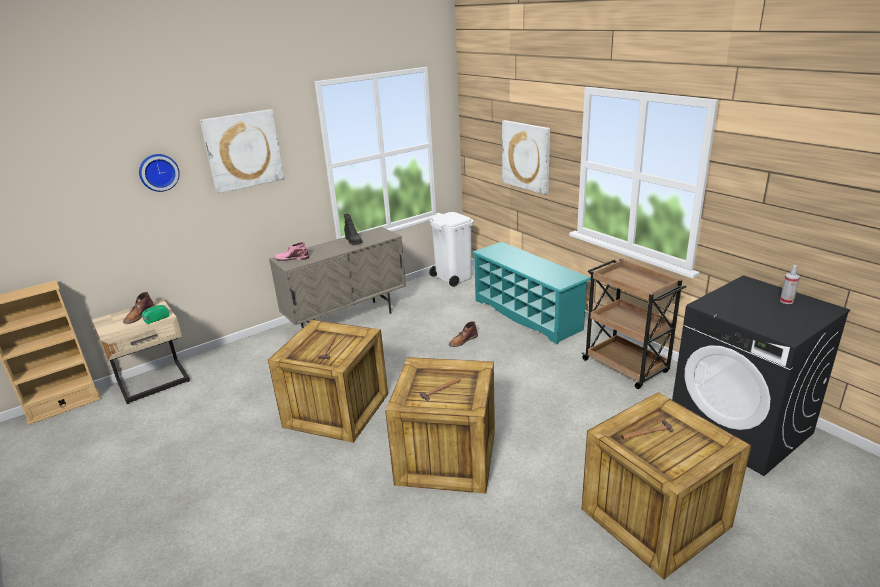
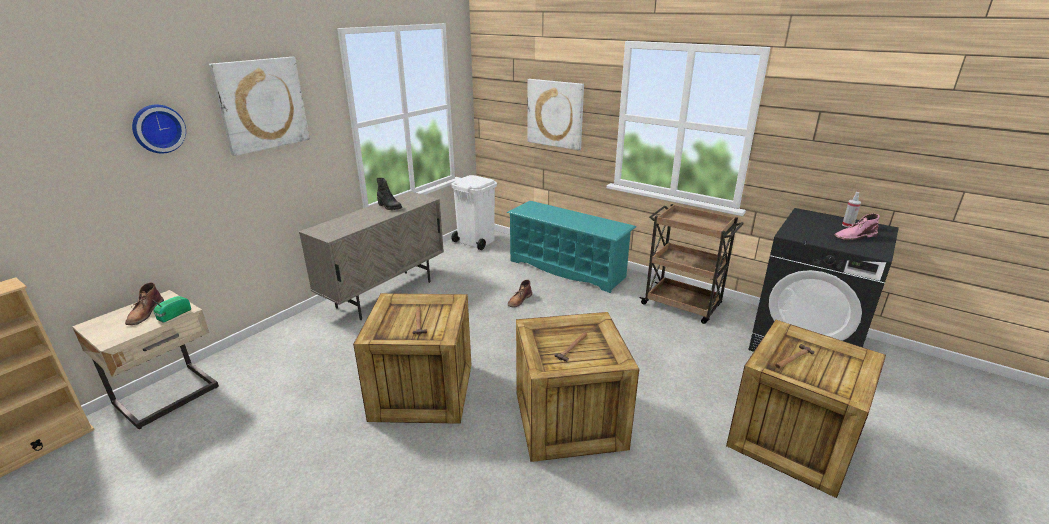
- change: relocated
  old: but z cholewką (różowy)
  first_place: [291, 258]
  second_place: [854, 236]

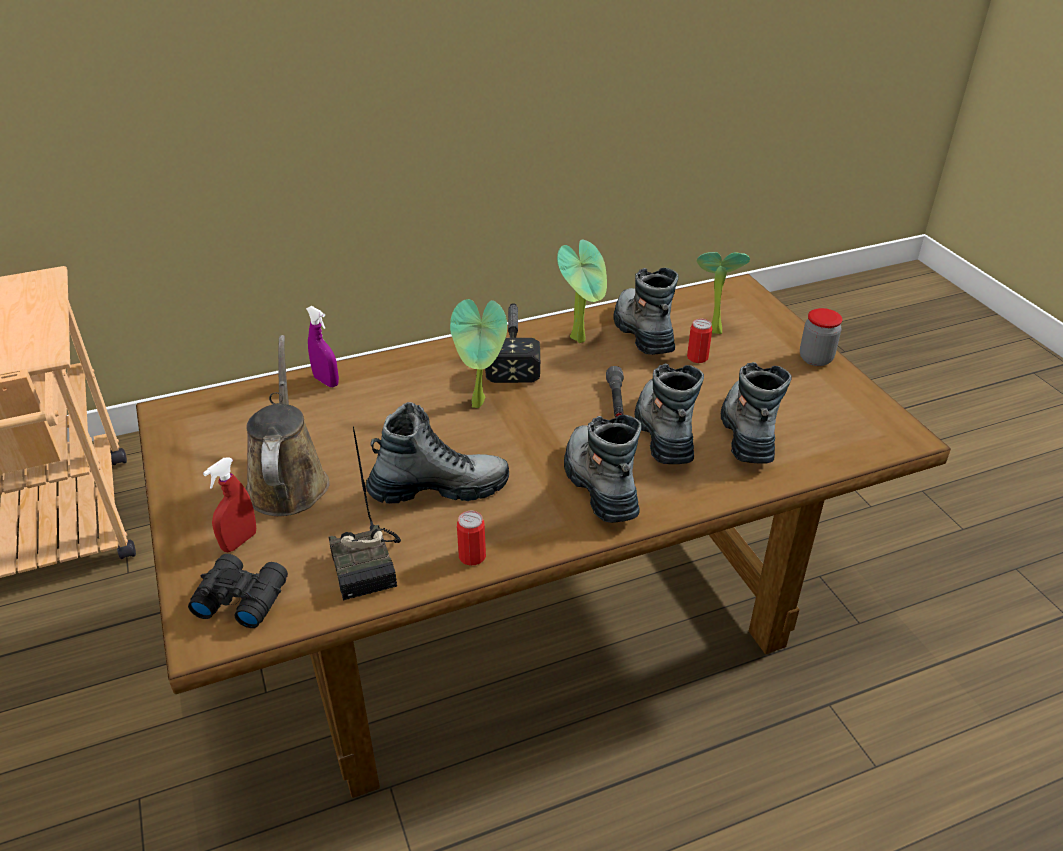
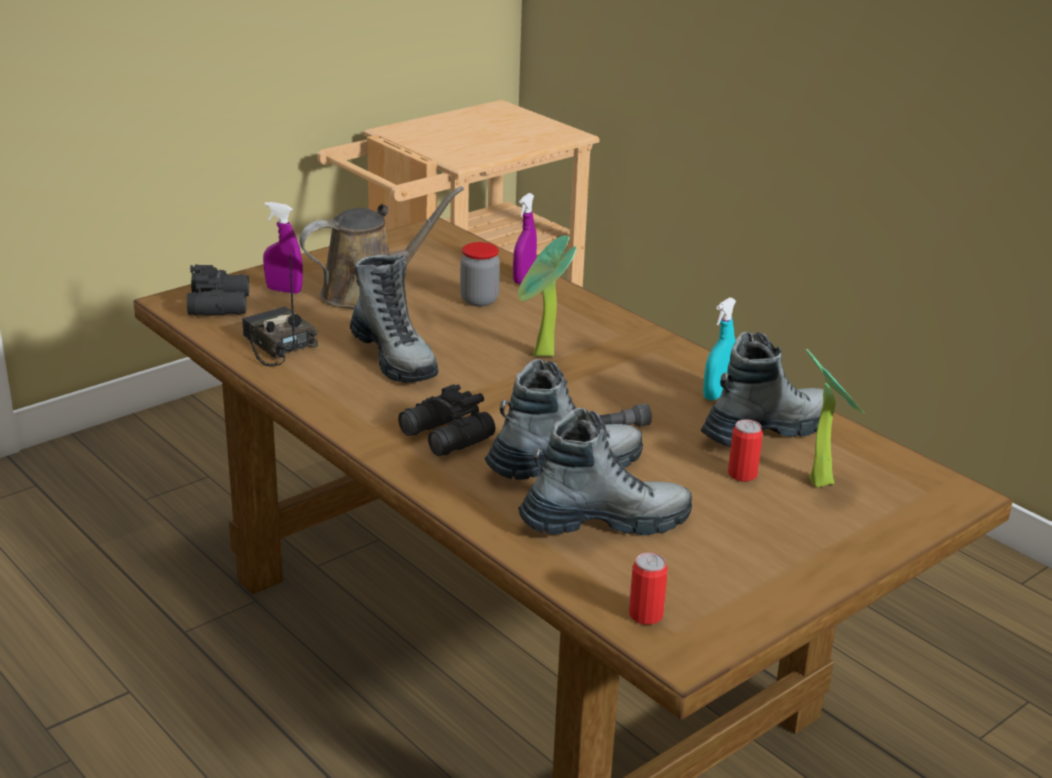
- change: missing
  old: młotek
  first_place: [513, 348]
- change: relocated
  old: puszka
  first_place: [472, 556]
  second_place: [645, 615]
- change: relocated
  old: słoik
  first_place: [815, 359]
  second_place: [479, 300]
- change: exchanged
  old: roślina doniczkowa
  new: spryskiwacz (turkusowy)
  first_place: [582, 338]
  second_place: [716, 394]
- change: exchanged
  old: but z cholewką
  new: lornetka (czarny)
  first_place: [599, 485]
  second_place: [445, 437]
- change: colour
  old: spryskiwacz (czerwony)
  new: spryskiwacz (fioletowy)
  first_place: [239, 541]
  second_place: [284, 290]
- change: spun
  old: radio
  first_place: [369, 565]
  second_place: [276, 345]
  degrees: 90

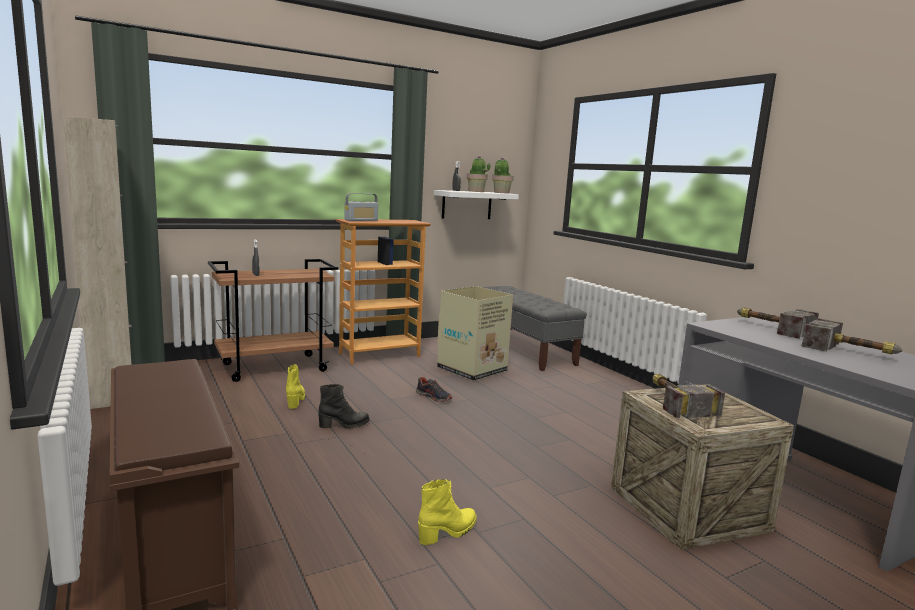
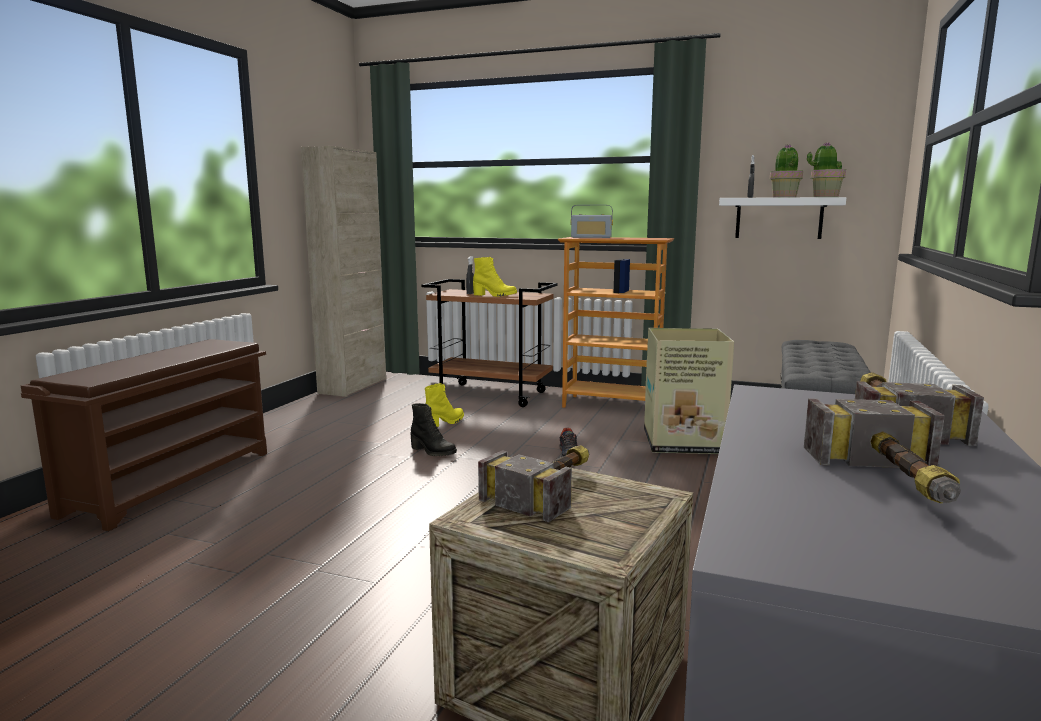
- change: relocated
  old: but z cholewką (żółty)
  first_place: [448, 532]
  second_place: [494, 295]

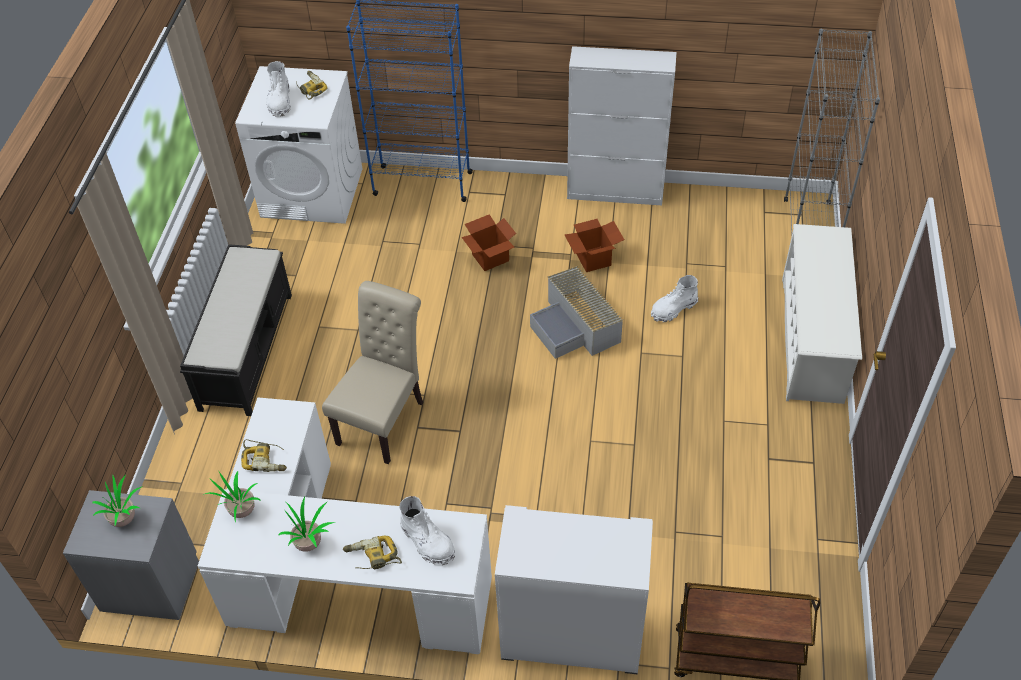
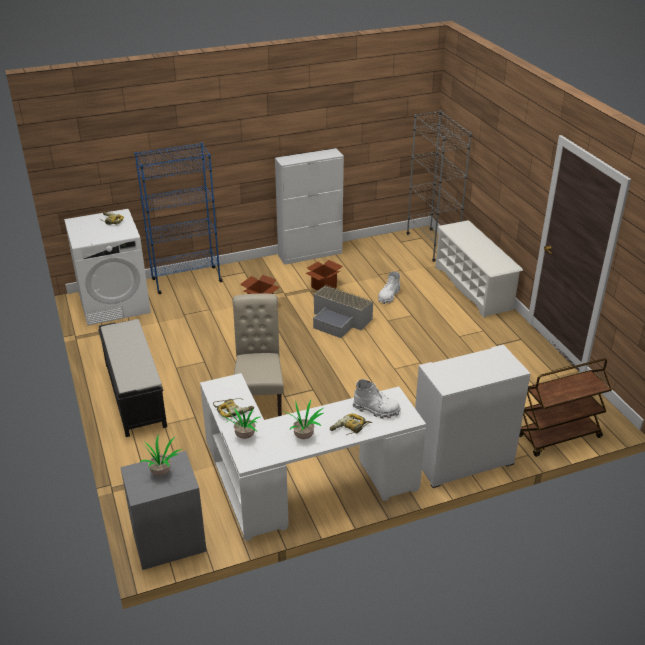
- change: missing
  old: but z cholewką (biały)
  first_place: [280, 102]

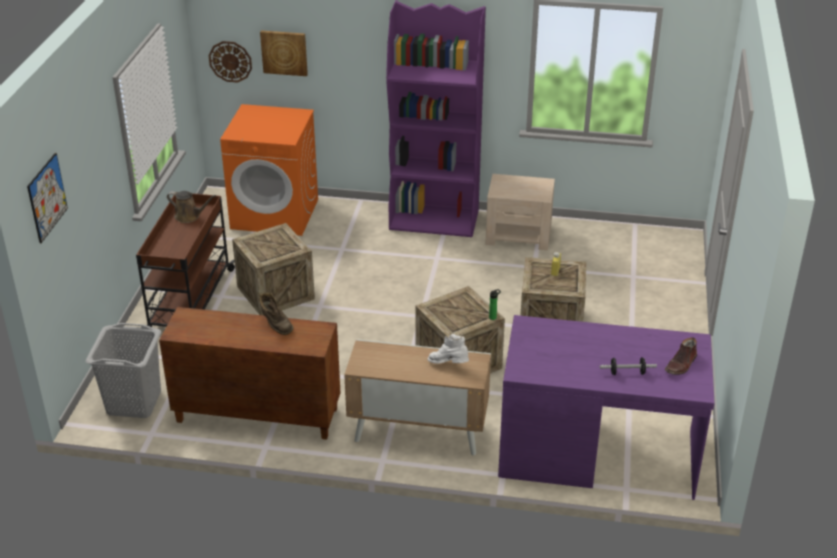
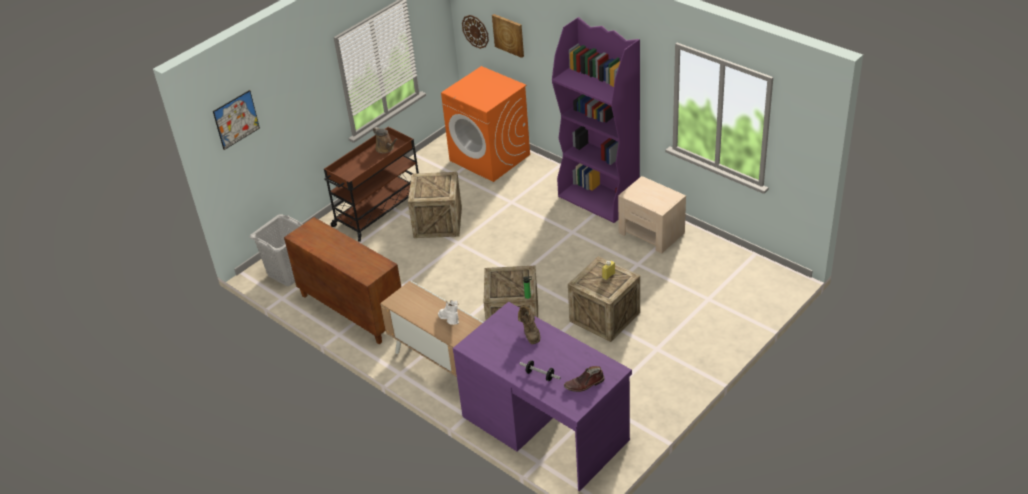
- change: relocated
  old: but z cholewką (brązowy)
  first_place: [275, 325]
  second_place: [530, 333]

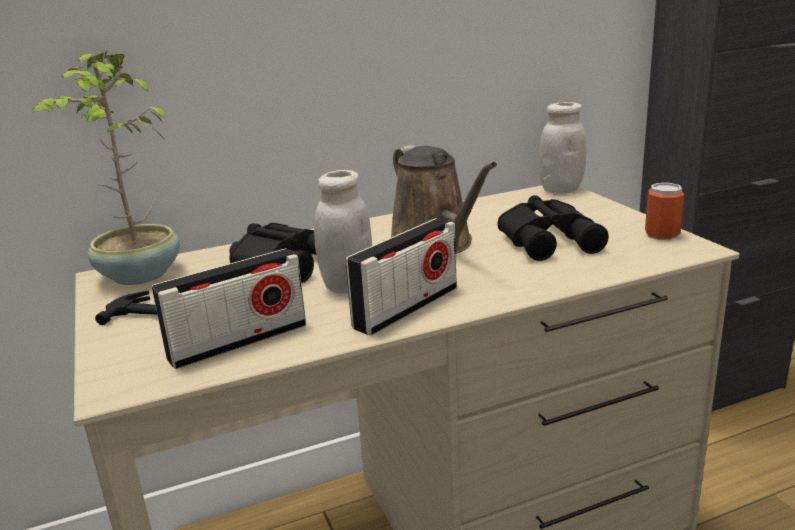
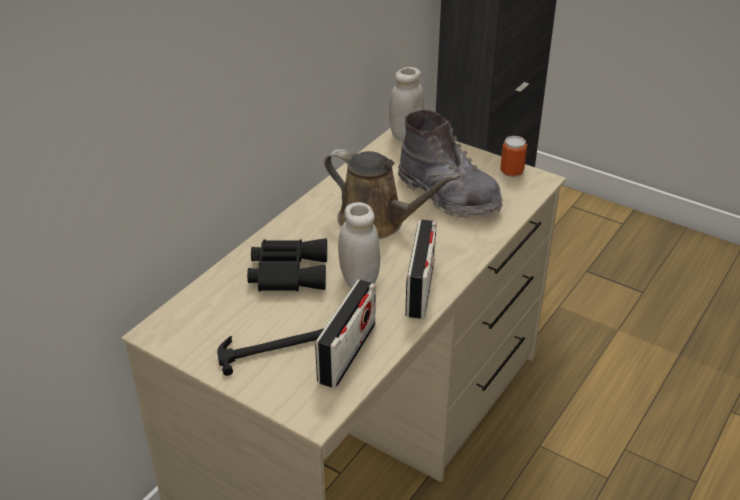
- change: missing
  old: roślina doniczkowa
  first_place: [139, 276]
- change: exchanged
  old: lornetka (czarny)
  new: but z cholewką (szary)
  first_place: [550, 239]
  second_place: [448, 195]

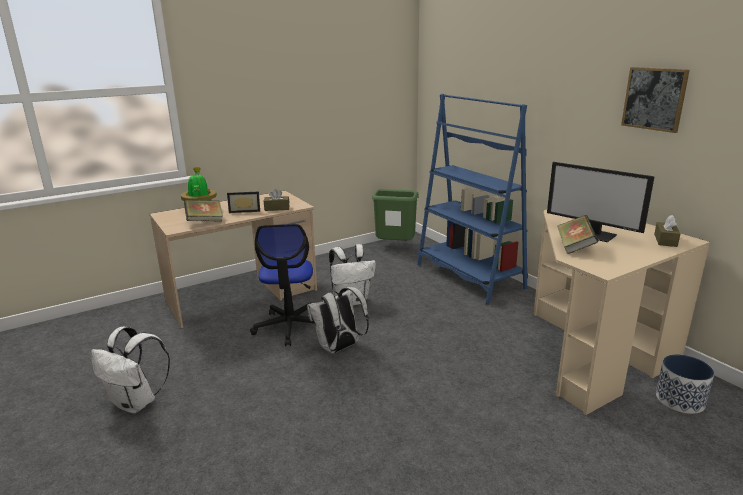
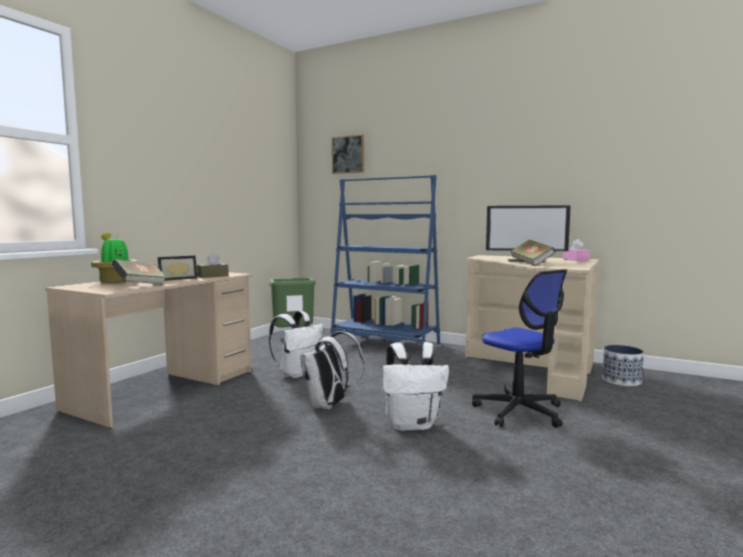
- change: relocated
  old: plecak (biały)
  first_place: [137, 403]
  second_place: [412, 424]
- change: relocated
  old: krzesło biurowe
  first_place: [290, 327]
  second_place: [519, 411]
- change: relocated
  old: obraz
  first_place: [654, 99]
  second_place: [348, 154]
- change: colour
  old: pudełko chusteczek (brązowy)
  new: pudełko chusteczek (różowy)
  first_place: [665, 240]
  second_place: [575, 260]

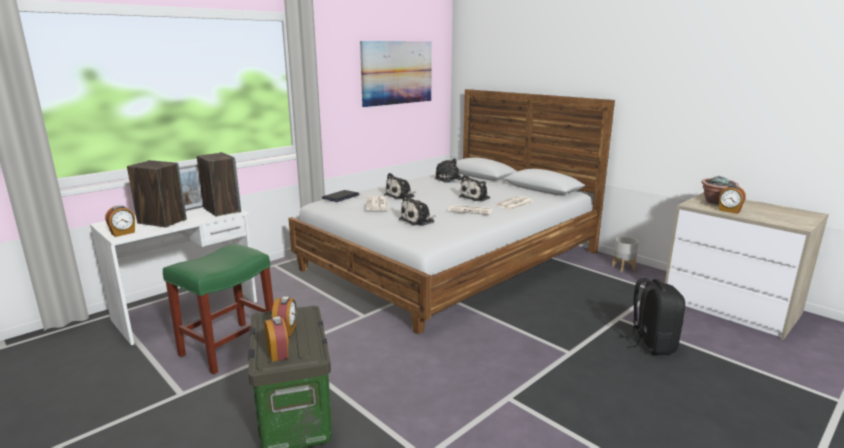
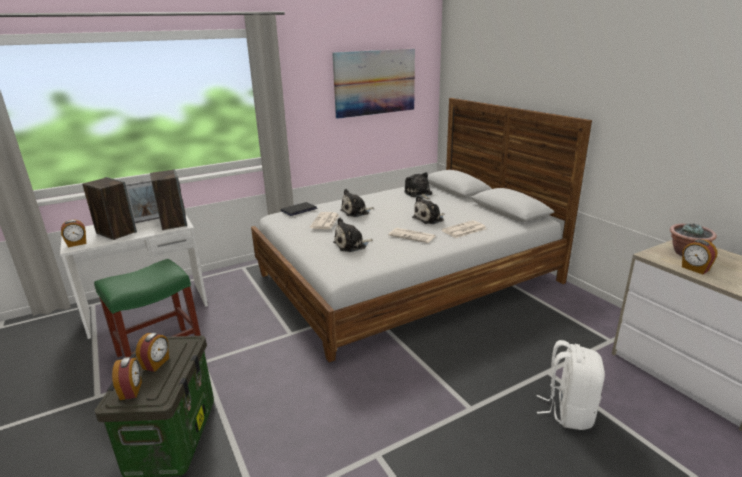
- change: missing
  old: donica (szary)
  first_place: [623, 267]
- change: colour
  old: plecak (czarny)
  new: plecak (biały)
  first_place: [651, 344]
  second_place: [568, 411]

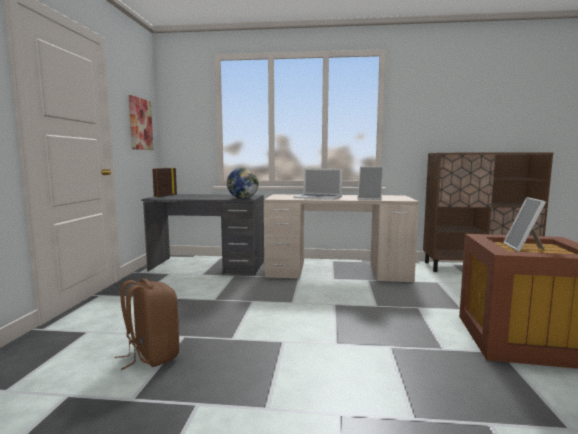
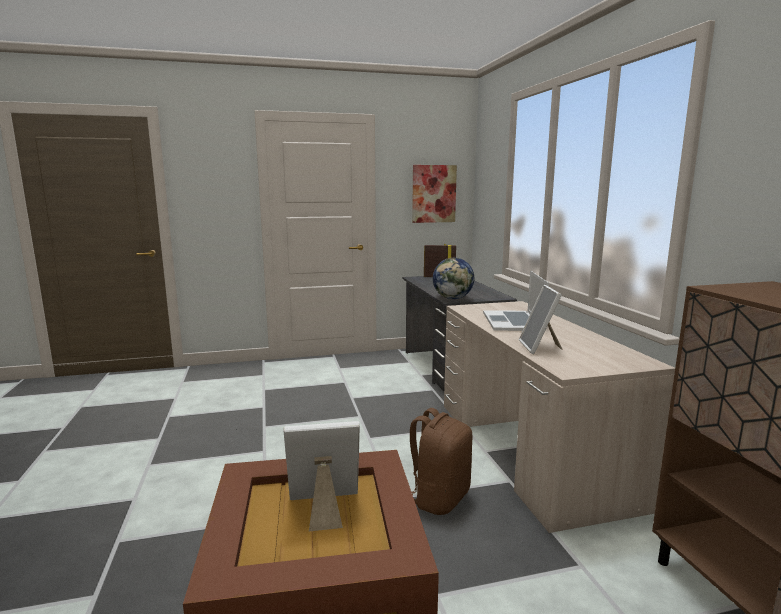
- change: relocated
  old: plecak (brązowy)
  first_place: [151, 355]
  second_place: [439, 497]

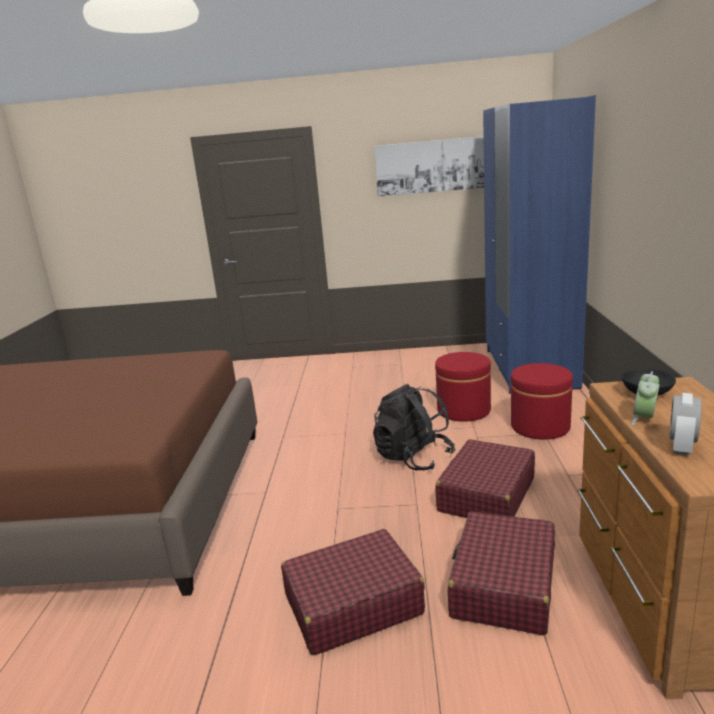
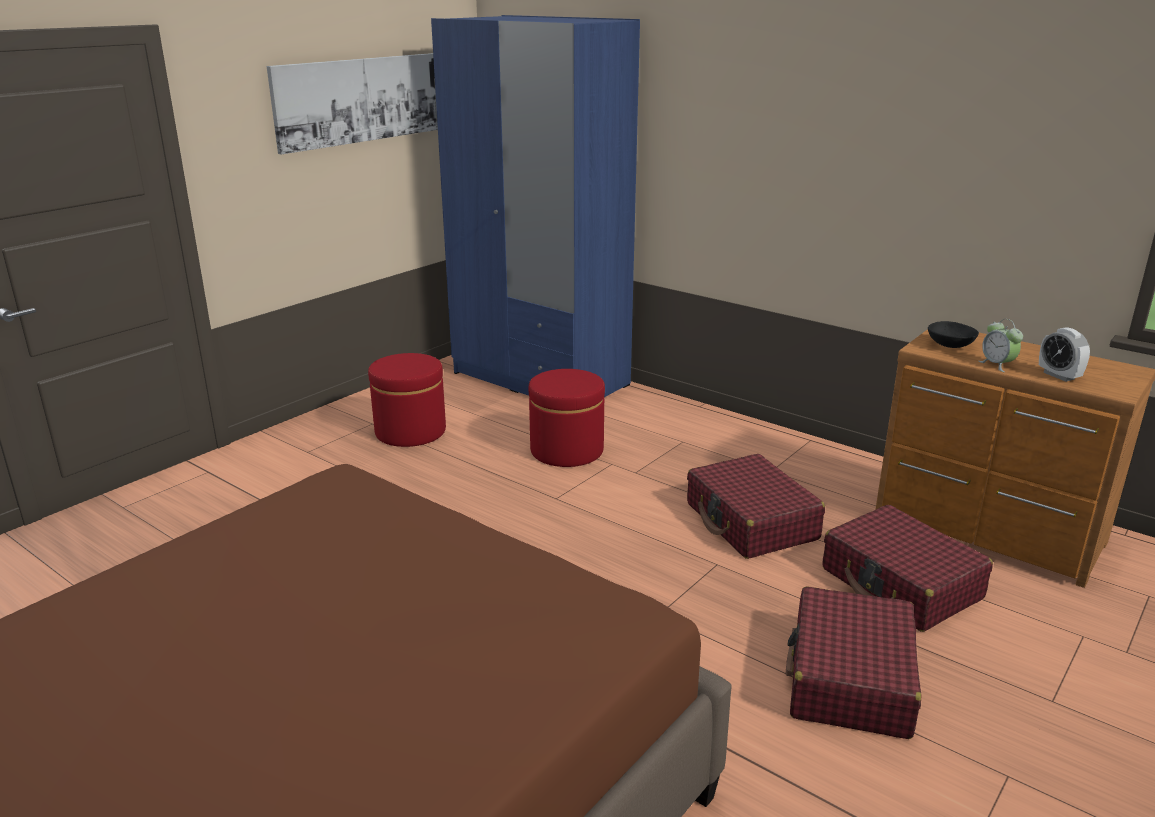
- change: missing
  old: plecak (czarny)
  first_place: [413, 458]
- change: relocated
  old: pufa (czerwony)
  first_place: [540, 427]
  second_place: [410, 432]

